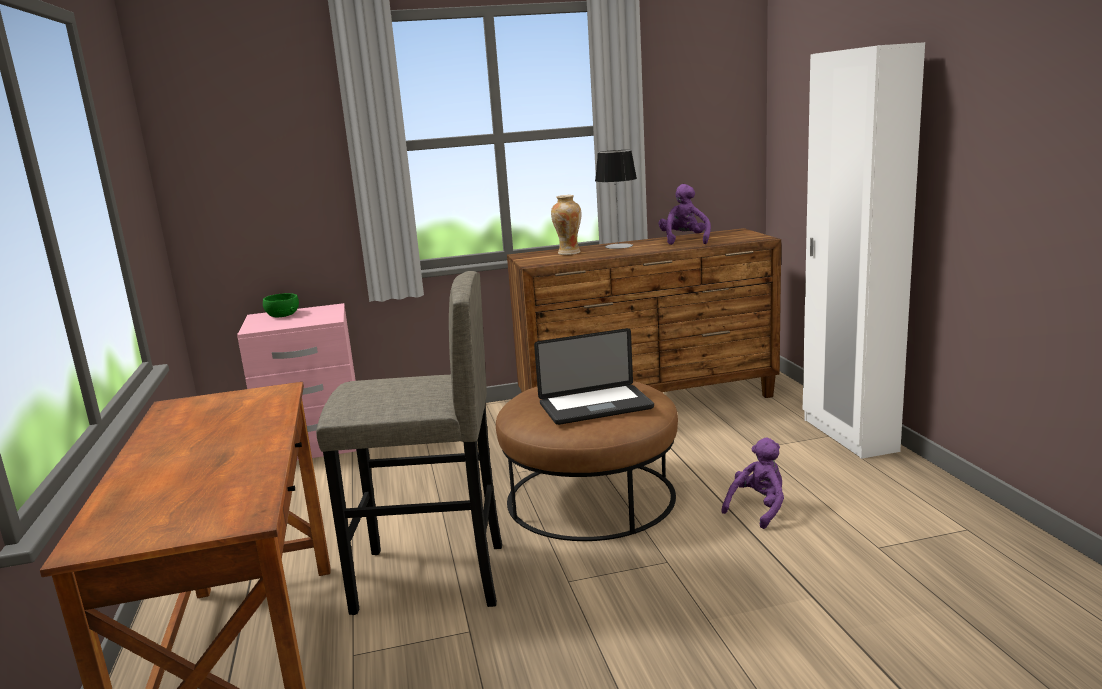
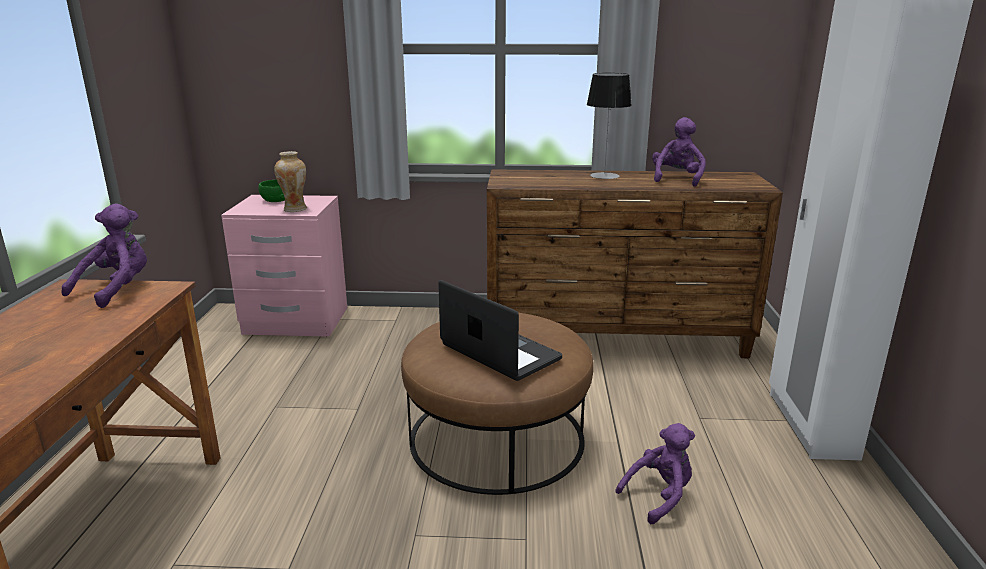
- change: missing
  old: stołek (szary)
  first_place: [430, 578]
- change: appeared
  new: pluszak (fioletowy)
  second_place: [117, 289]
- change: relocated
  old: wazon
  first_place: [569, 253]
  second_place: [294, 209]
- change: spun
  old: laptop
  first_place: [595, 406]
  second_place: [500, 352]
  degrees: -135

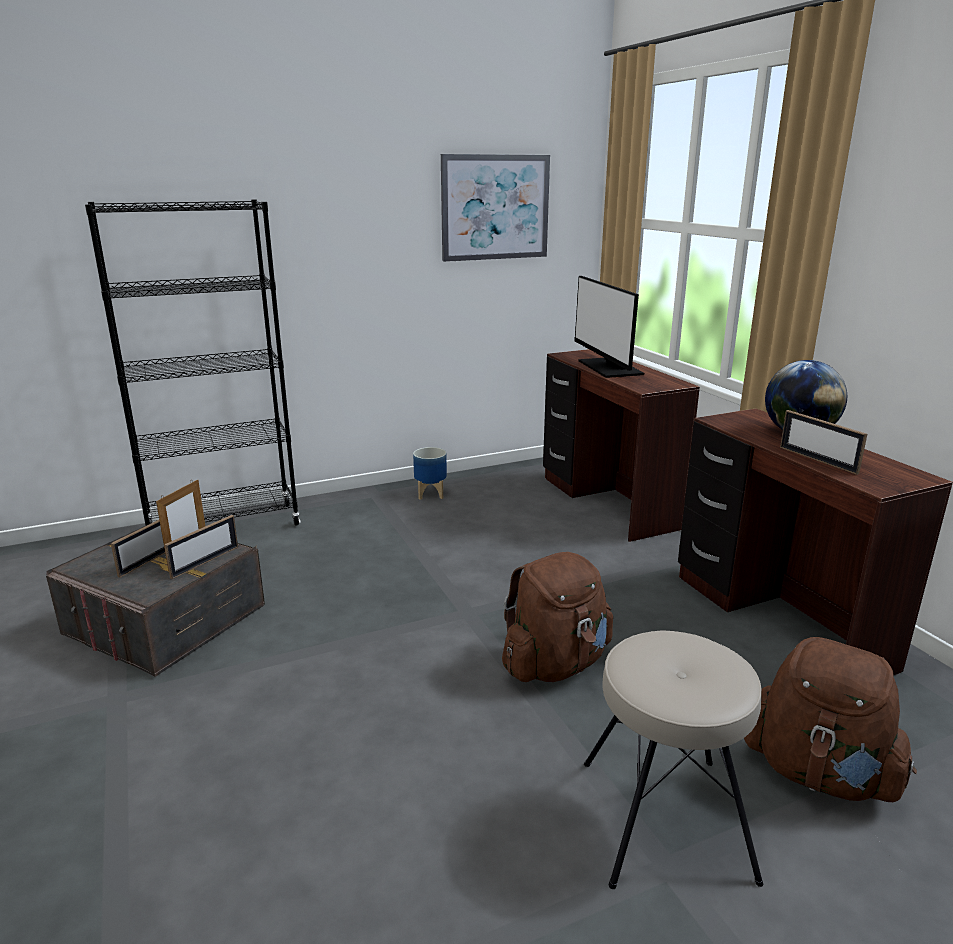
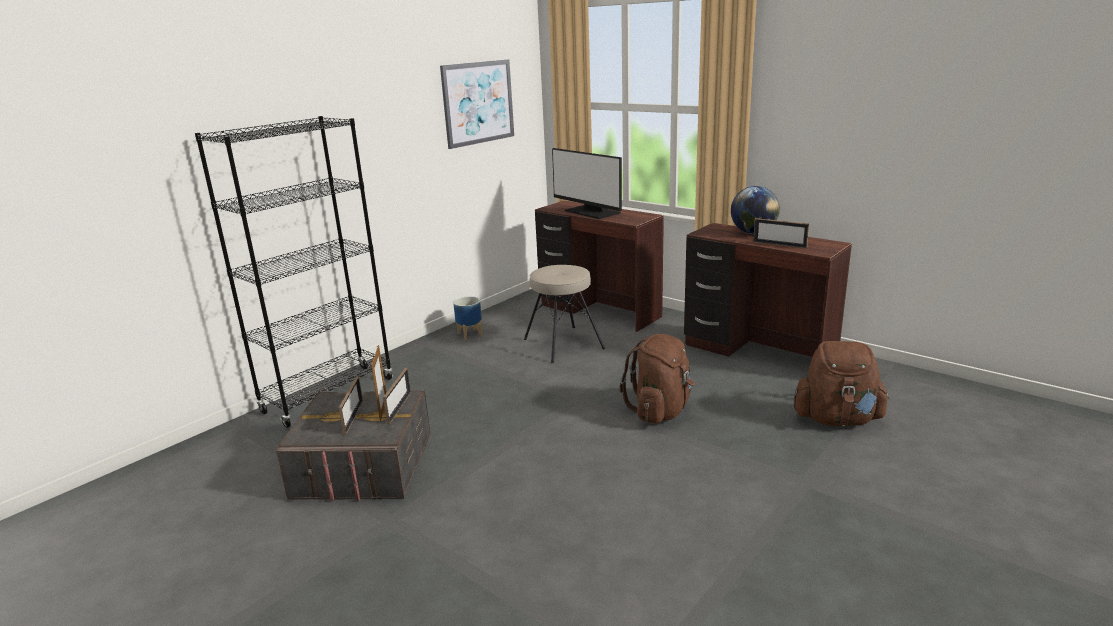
- change: relocated
  old: stołek (beżowy)
  first_place: [663, 819]
  second_place: [562, 344]

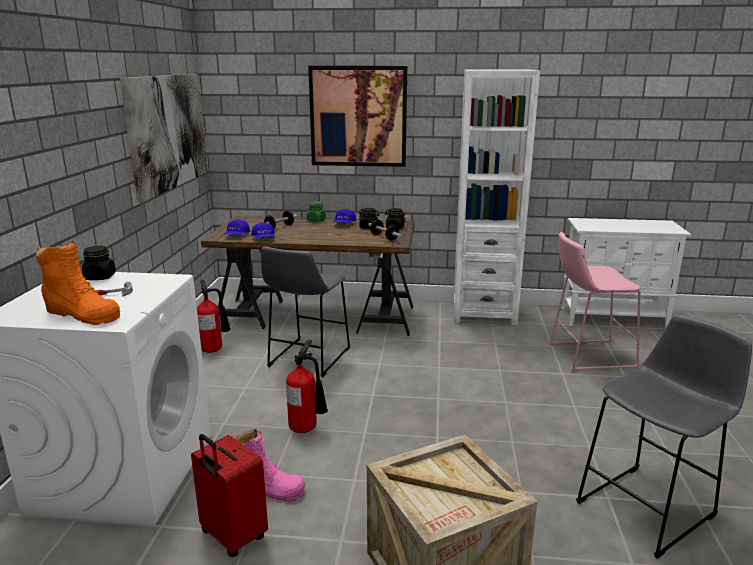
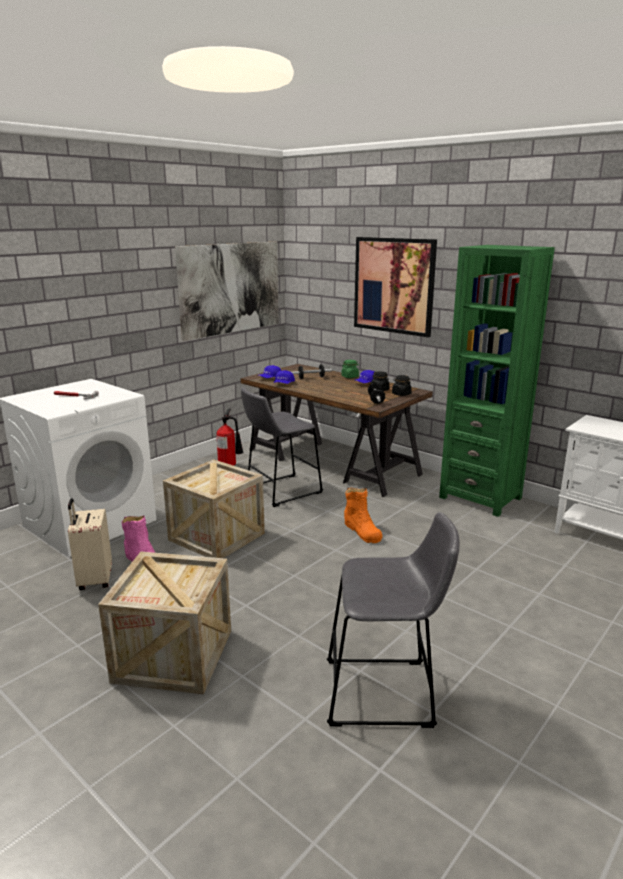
- change: missing
  old: słoik (czarny)
  first_place: [100, 277]
- change: missing
  old: stołek (różowy)
  first_place: [587, 355]
- change: relocated
  old: but z cholewką (pomarańczowy)
  first_place: [82, 314]
  second_place: [362, 531]
- change: exchanged
  old: gaśnica
  new: skrzynka
  first_place: [307, 428]
  second_place: [216, 536]
- change: colour
  old: walizka (czerwony)
  new: walizka (beżowy)
  first_place: [232, 536]
  second_place: [94, 580]
- change: colour
  old: regał (biały)
  new: regał (zielony)
  first_place: [484, 313]
  second_place: [480, 497]

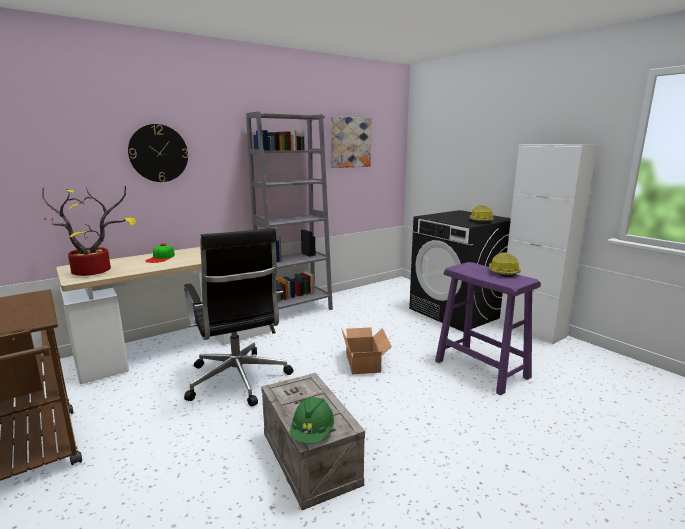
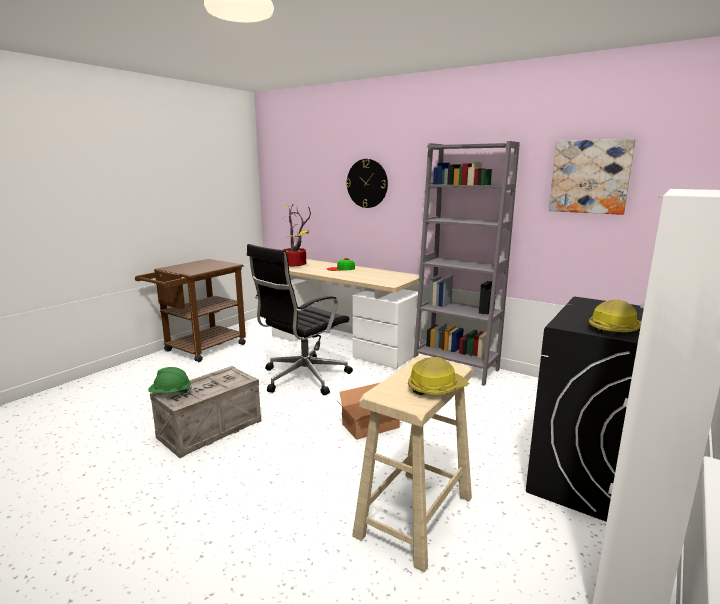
- change: colour
  old: stołek (fioletowy)
  new: stołek (beżowy)
  first_place: [482, 369]
  second_place: [414, 516]

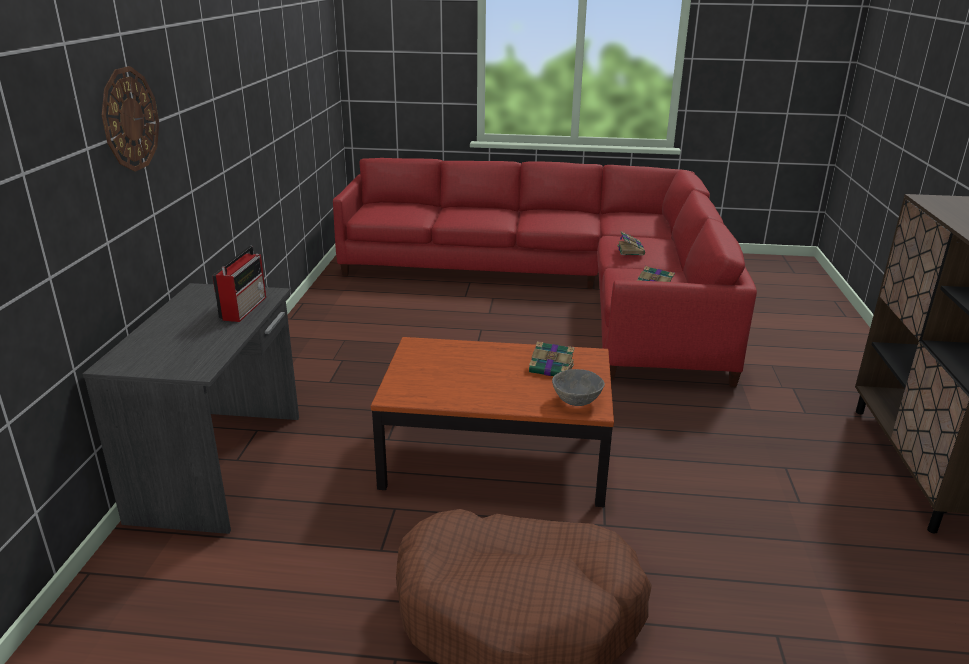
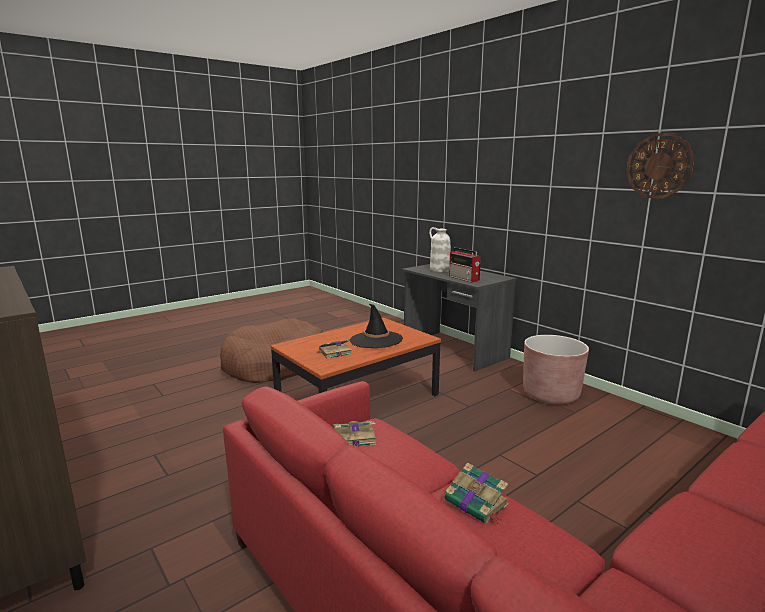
- change: missing
  old: miska (szary)
  first_place: [576, 401]
- change: appeared
  new: kapelusz (czarny)
  second_place: [376, 340]
- change: appeared
  new: wazon (biały)
  second_place: [439, 270]
- change: appeared
  new: donica (brązowy)
  second_place: [550, 395]
- change: relocated
  old: zegar ścienny
  first_place: [130, 119]
  second_place: [659, 166]

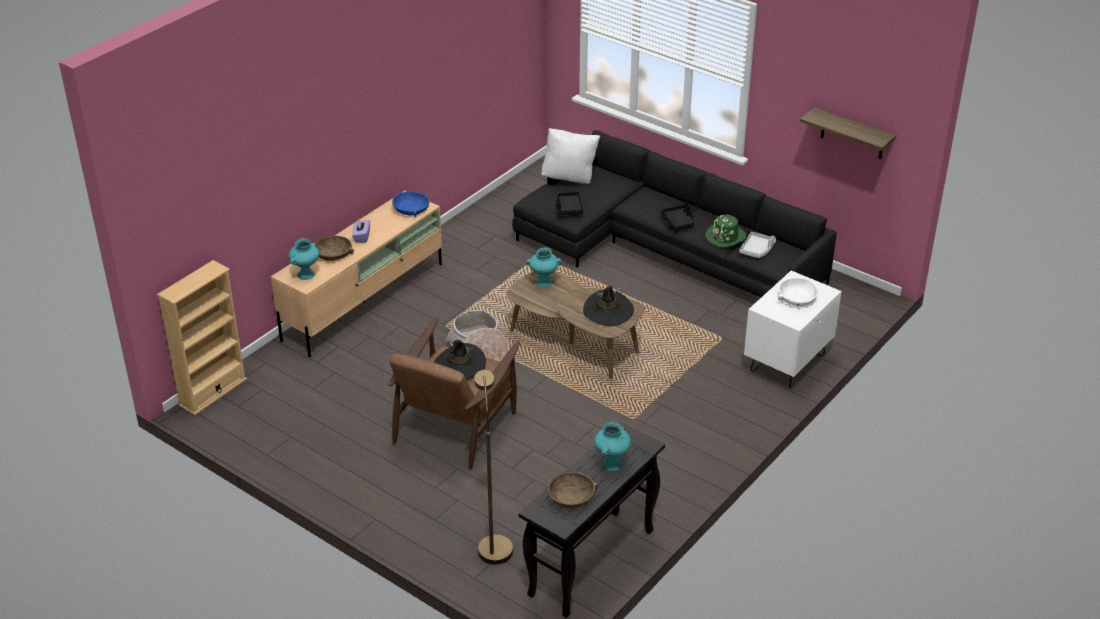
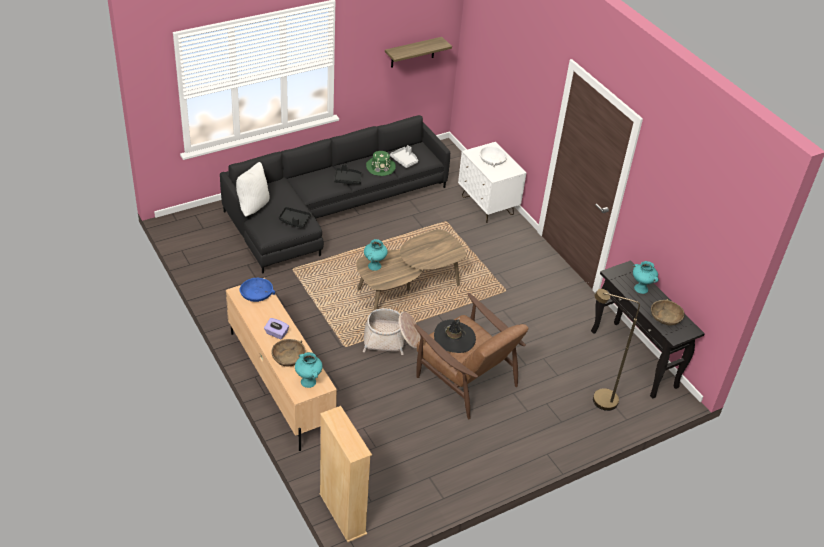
- change: missing
  old: kapelusz (czarny)
  first_place: [608, 311]

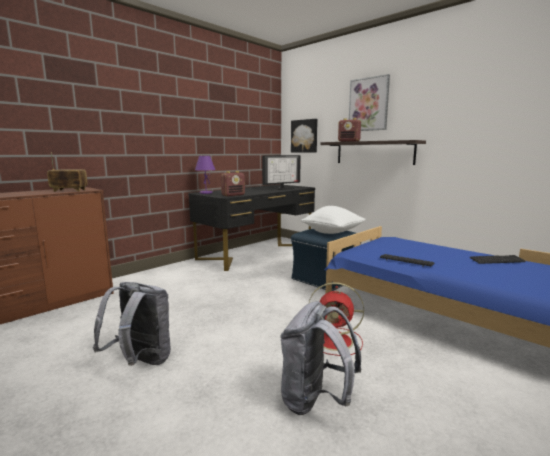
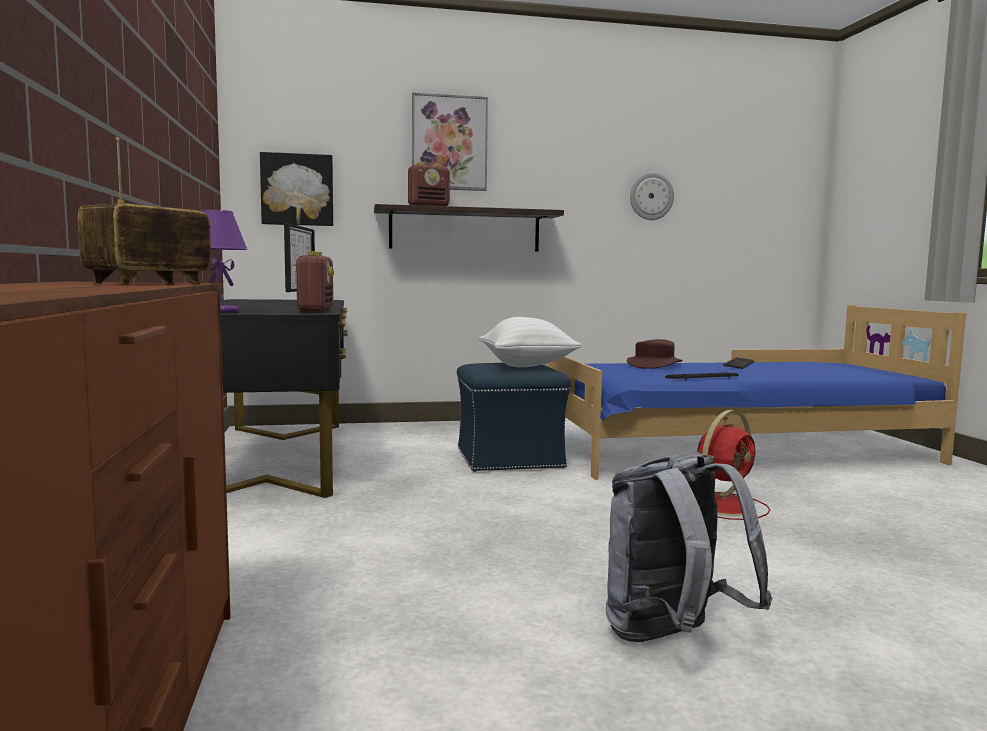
- change: missing
  old: plecak (szary)
  first_place: [315, 401]
- change: appeared
  new: kapelusz (brązowy)
  second_place: [654, 365]
- change: appeared
  new: zegar ścienny
  second_place: [651, 196]

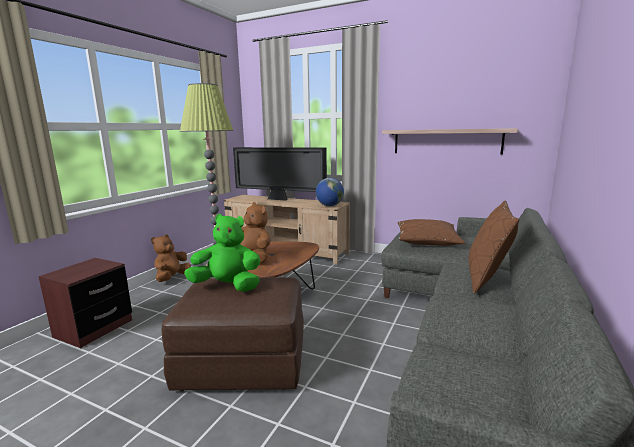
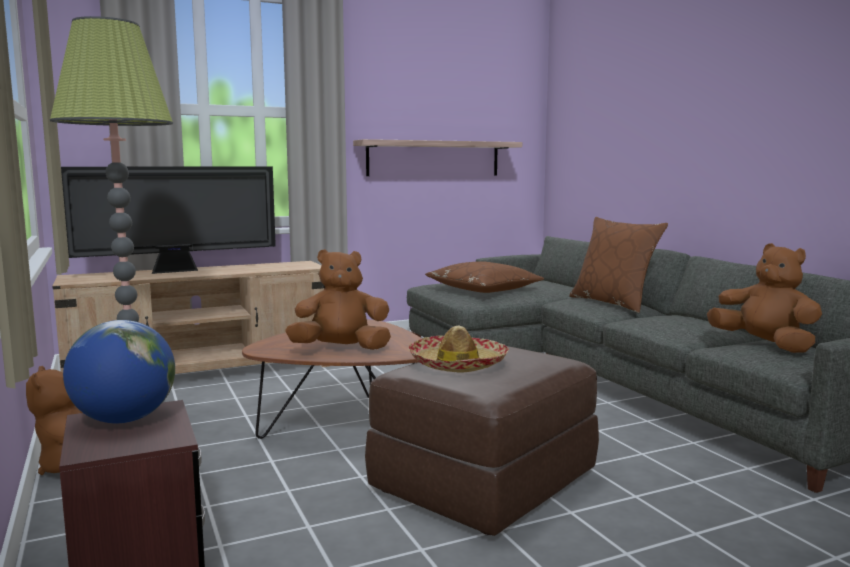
- change: appeared
  new: pluszak (brązowy)
  second_place: [764, 345]
- change: relocated
  old: globus
  first_place: [329, 205]
  second_place: [124, 420]
- change: exchanged
  old: pluszak (zielony)
  new: kapelusz
  first_place: [227, 286]
  second_place: [458, 364]

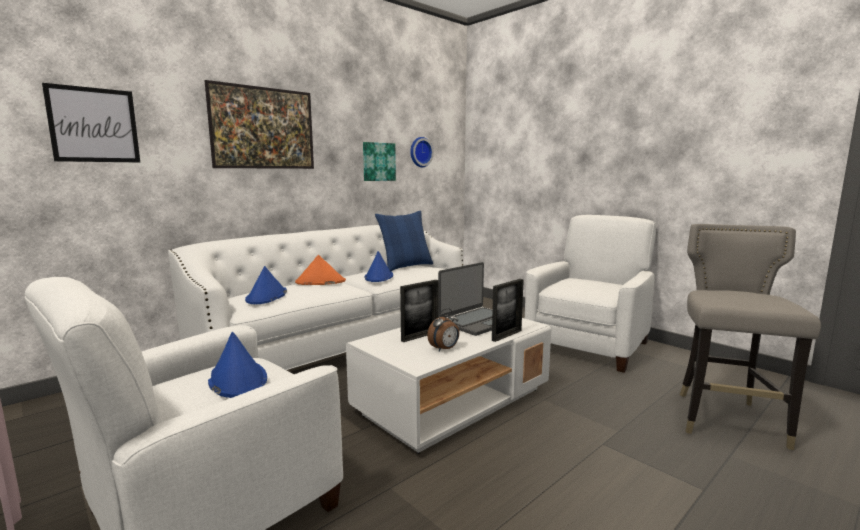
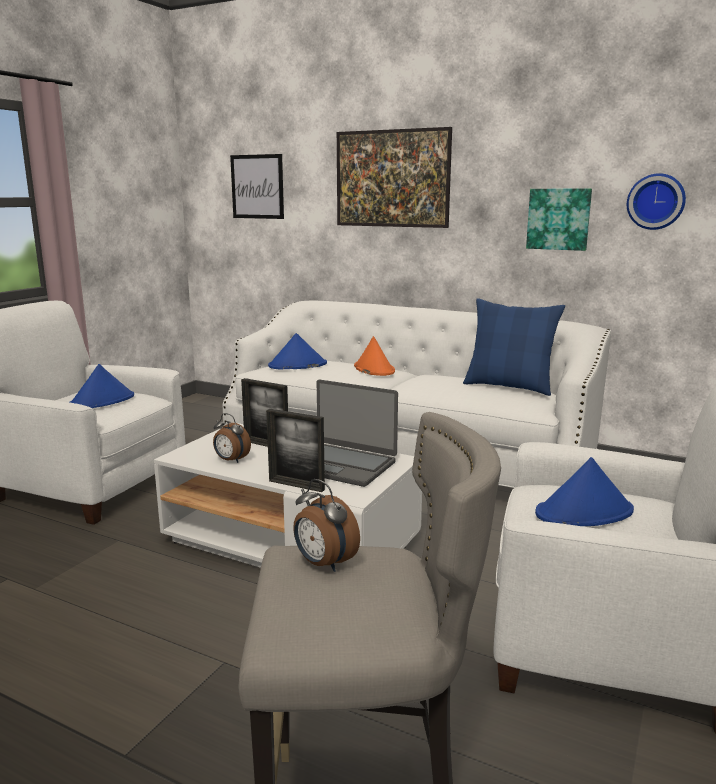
- change: appeared
  new: budzik
  second_place: [323, 564]
- change: relocated
  old: kapelusz (niebieski)
  first_place: [379, 277]
  second_place: [584, 513]

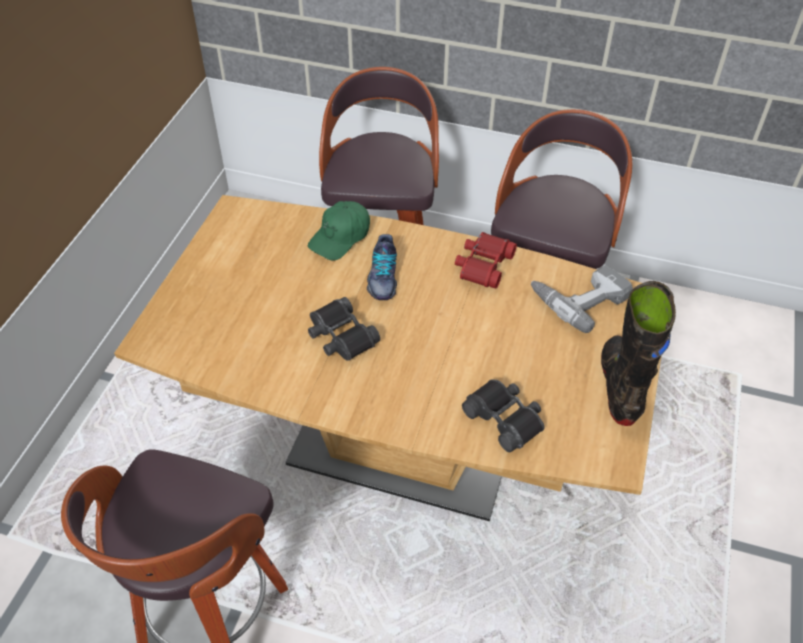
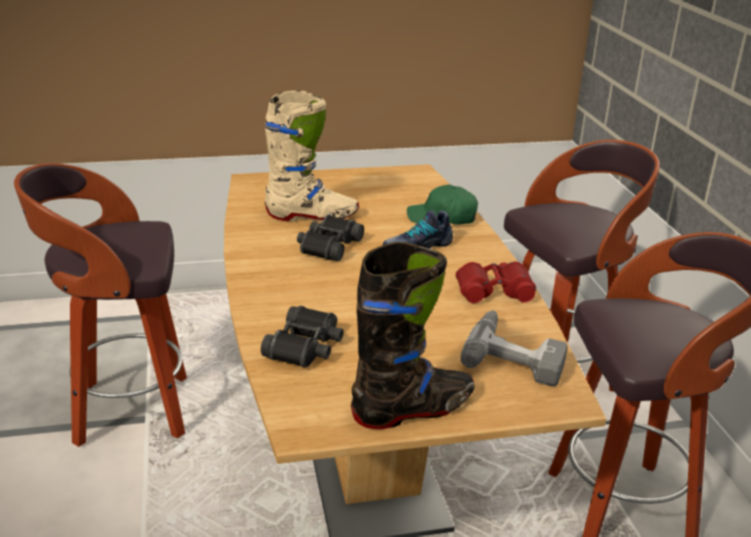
- change: appeared
  new: but z cholewką (beżowy)
  second_place: [312, 216]

